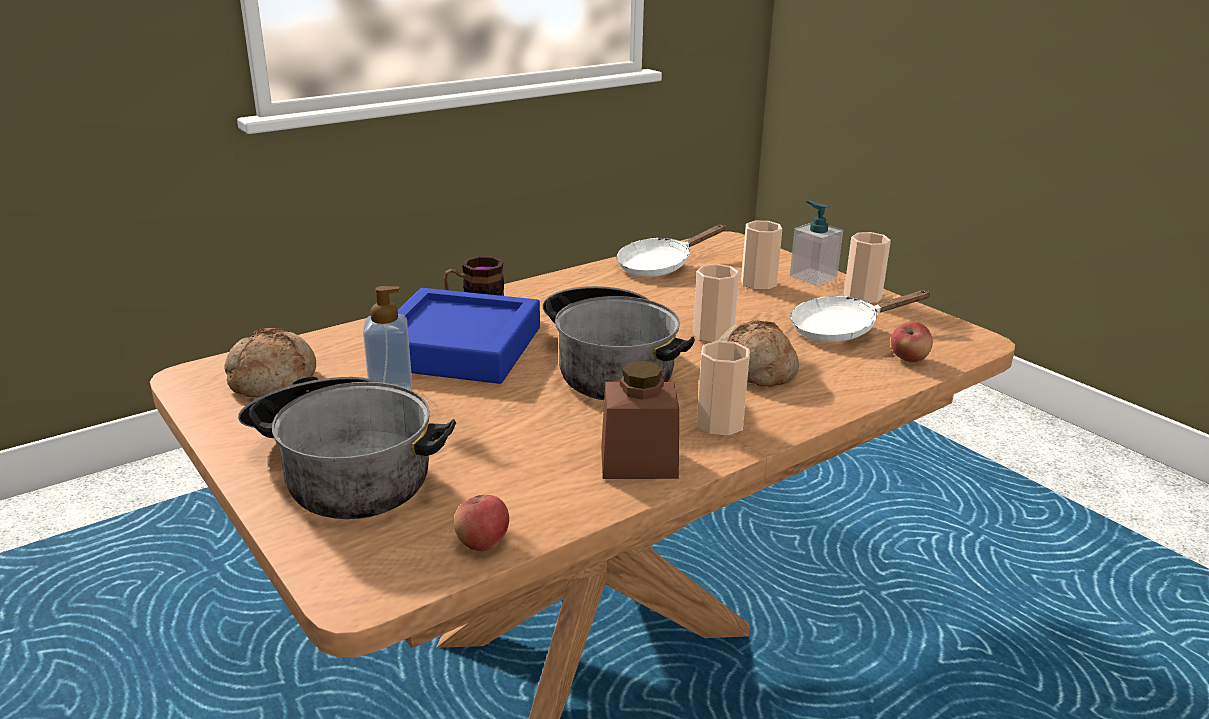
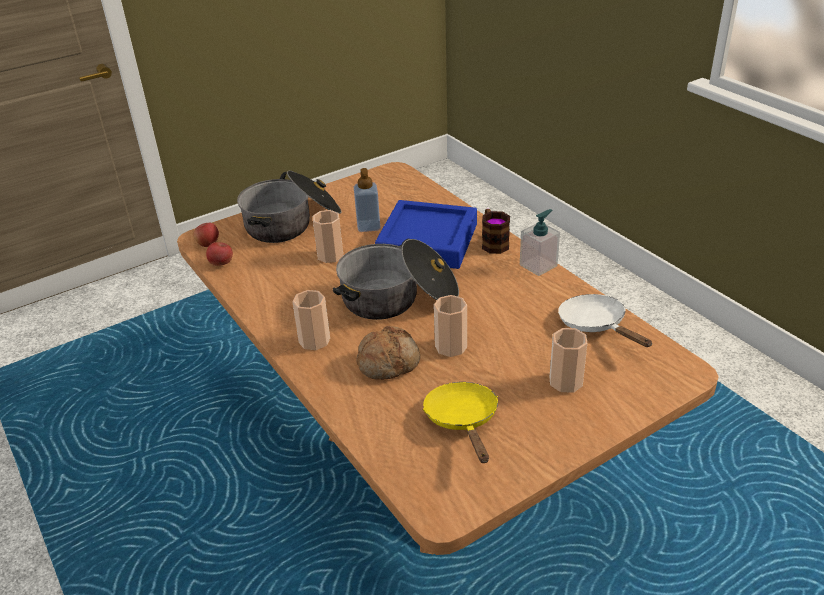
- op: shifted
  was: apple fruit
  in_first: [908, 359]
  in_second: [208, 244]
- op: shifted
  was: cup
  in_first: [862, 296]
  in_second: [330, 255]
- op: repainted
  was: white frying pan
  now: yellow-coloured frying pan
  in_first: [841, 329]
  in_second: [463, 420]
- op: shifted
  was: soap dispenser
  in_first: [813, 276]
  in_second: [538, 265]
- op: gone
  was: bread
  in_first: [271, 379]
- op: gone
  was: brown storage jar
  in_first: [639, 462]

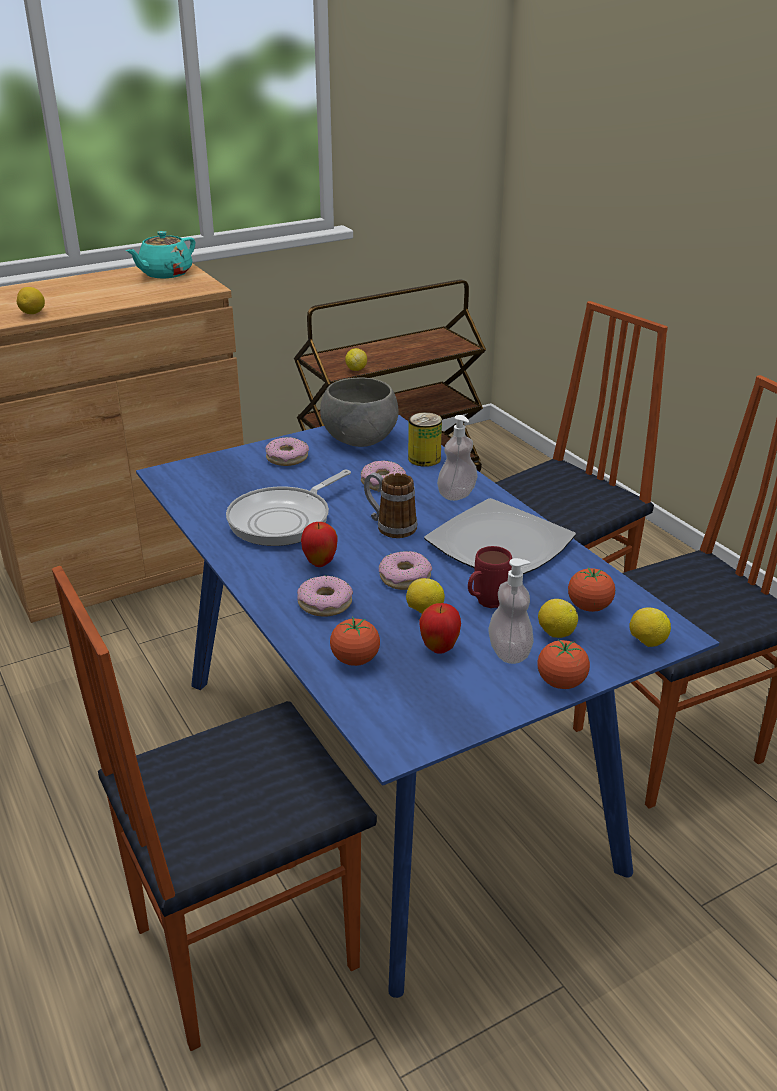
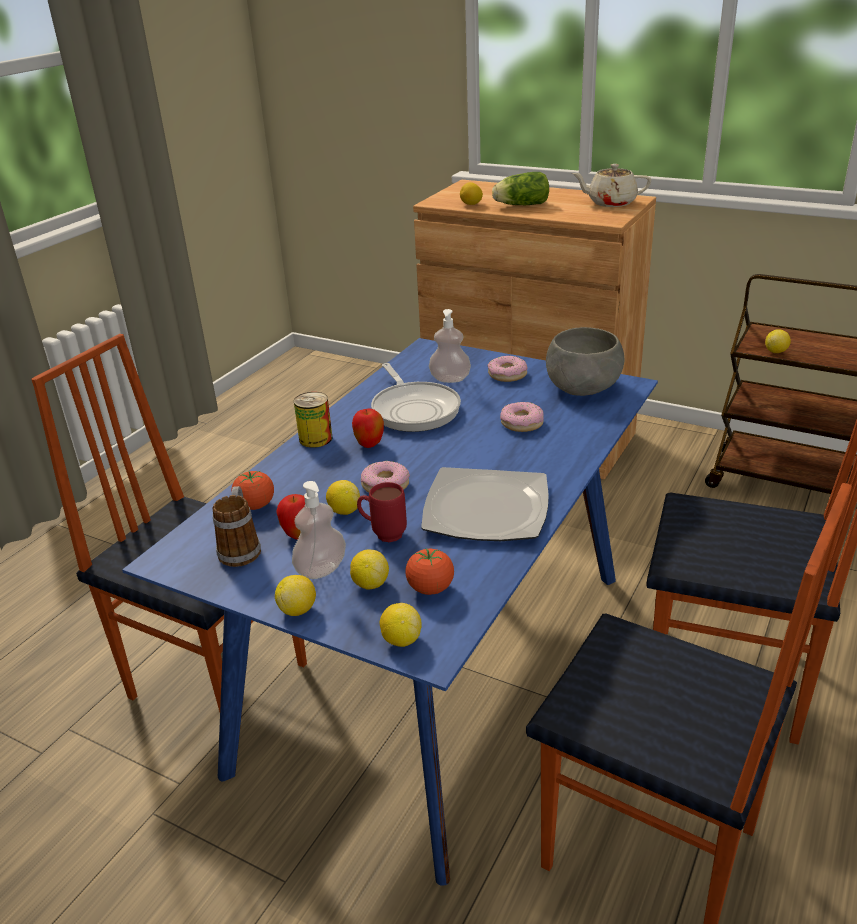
- op: shifted
  was: tea mug
  in_first: [390, 526]
  in_second: [241, 548]
- op: swapped
  was: tomato
  now: whole lemon
  in_first: [561, 683]
  in_second: [298, 610]
- op: shifted
  was: can
  in_first: [424, 459]
  in_second: [315, 439]
- op: rotated
  was: frying pan
  in_first: [284, 520]
  in_second: [414, 409]
  clockwise: -120
- op: shifted
  was: soap dispenser
  in_first: [456, 494]
  in_second: [450, 379]
- op: new
  now: lettuce head
  in_second: [520, 205]
- op: repainted
  was: blue-green tea pot
  now: sand-coloured tea pot
  in_first: [165, 274]
  in_second: [610, 203]
- op: gone
  was: doughnut
  in_first: [325, 603]

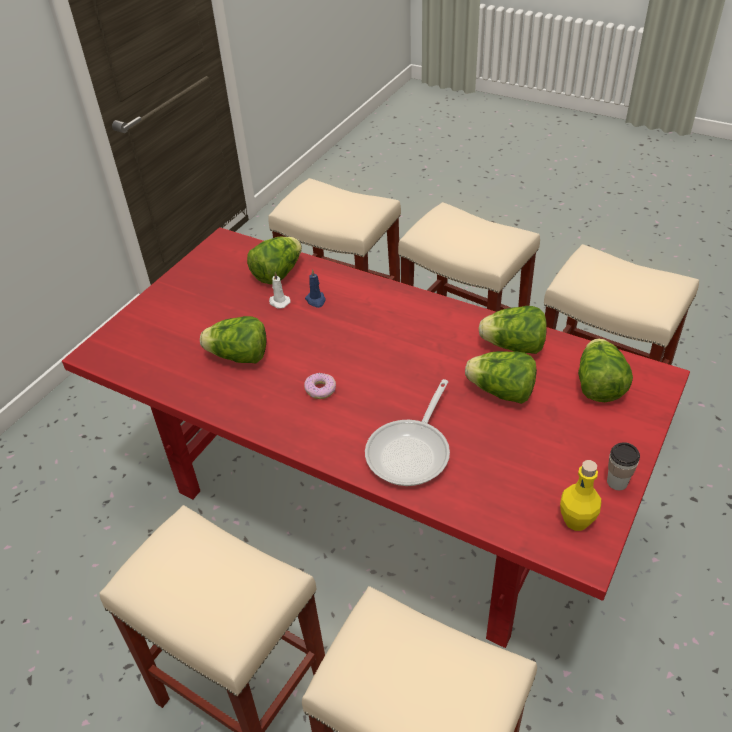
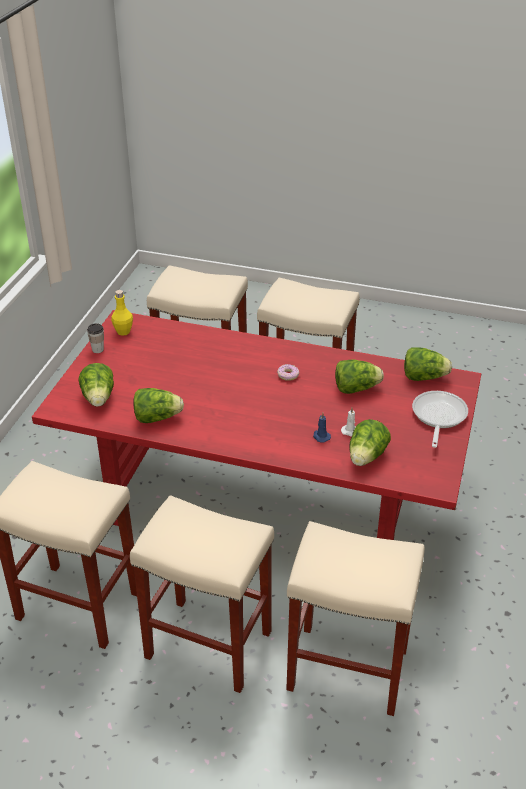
- op: shifted
  was: lettuce head
  in_first: [501, 392]
  in_second: [424, 377]
- op: shifted
  was: frying pan
  in_first: [412, 451]
  in_second: [438, 417]

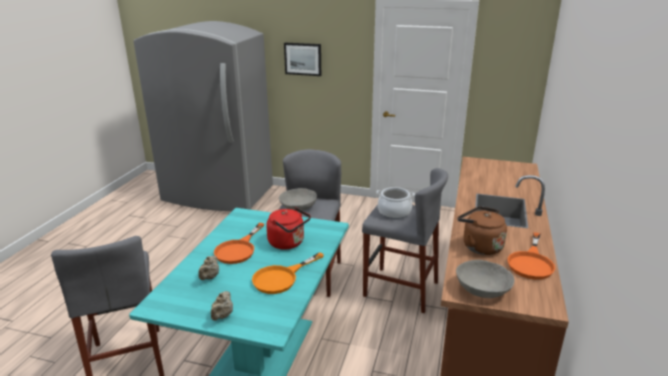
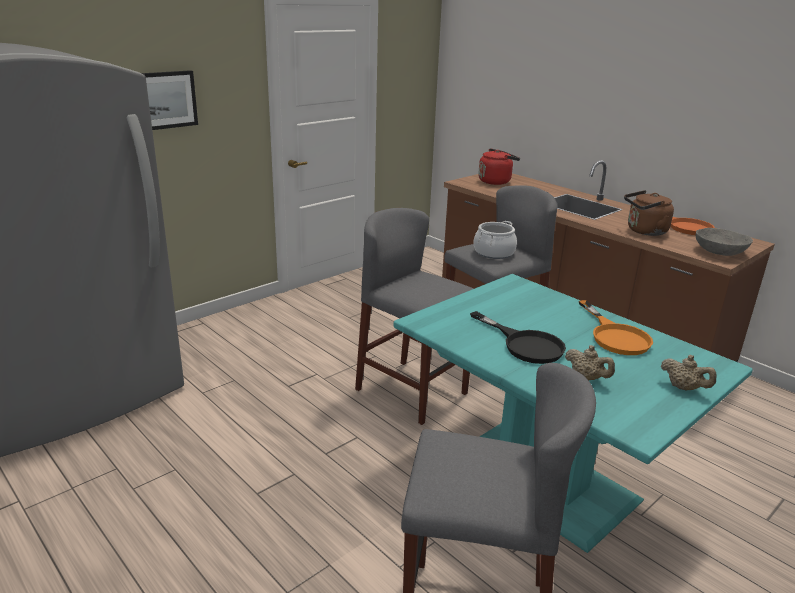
- op: repainted
  was: orange-coloured frying pan
  now: black frying pan
  in_first: [238, 249]
  in_second: [525, 344]
- op: shifted
  was: red-coloured kettle
  in_first: [288, 243]
  in_second: [496, 181]
- op: gone
  was: grey serving bowl
  in_first: [298, 207]

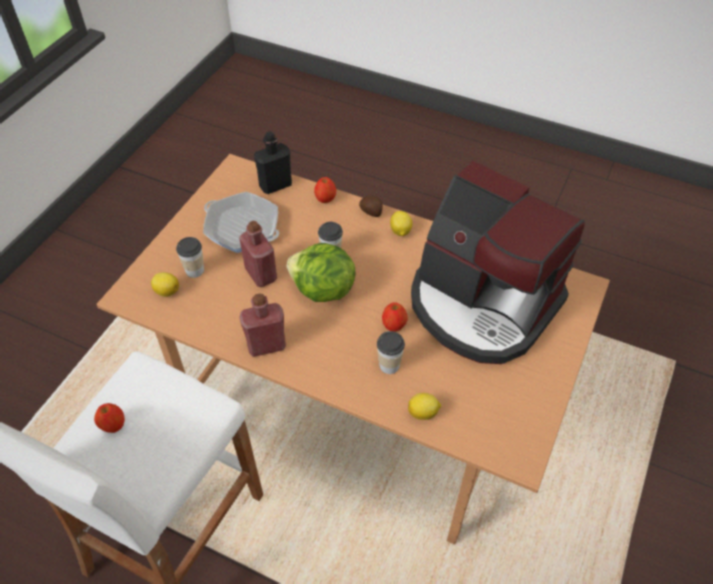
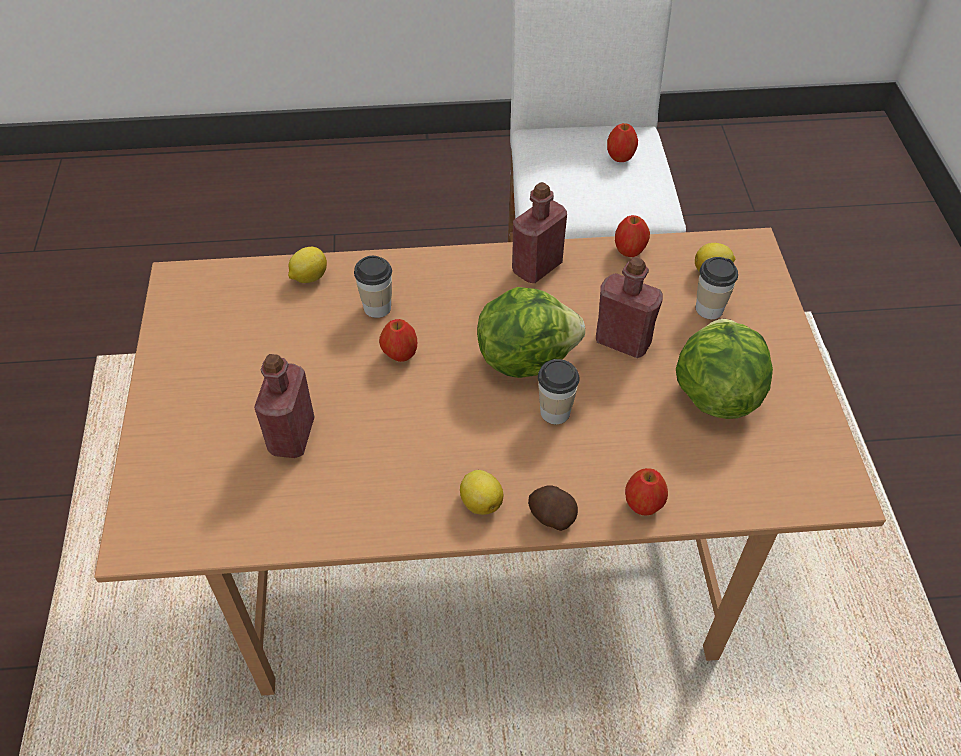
- op: swapped
  was: coffee machine
  now: red-coloured drink bottle
  in_first: [482, 305]
  in_second: [292, 436]
- op: new
  now: apple fruit
  in_second: [629, 250]
- op: swapped
  was: frying pan
  now: lettuce head
  in_first: [242, 228]
  in_second: [715, 394]
- op: gone
  was: black drink bottle
  in_first: [275, 185]

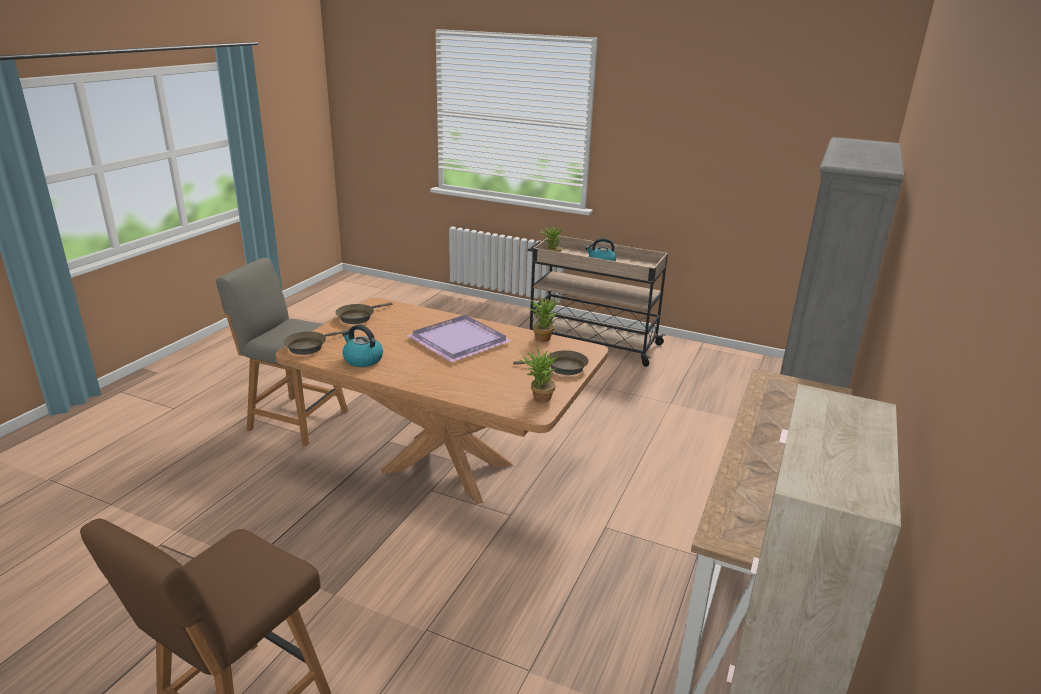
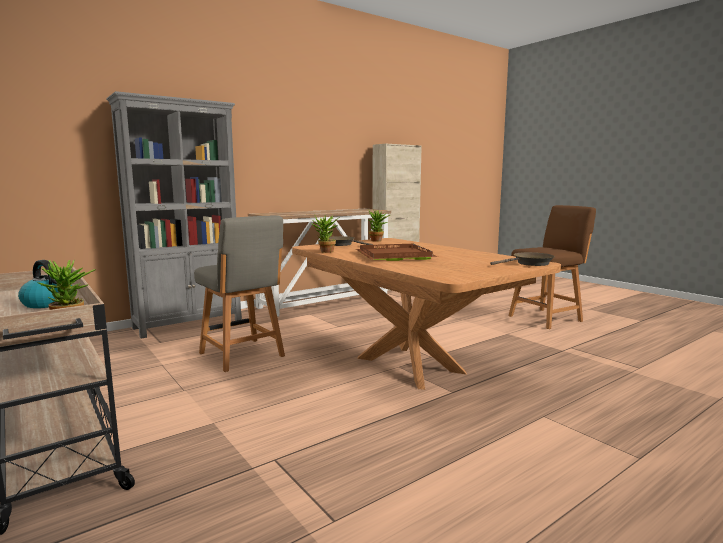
- op: shifted
  was: grey upright chair
  in_first: [295, 419]
  in_second: [243, 355]
- op: repainted
  was: purple carrying tray
  now: brown carrying tray
  in_first: [461, 341]
  in_second: [392, 255]
- op: gone
  was: brown frying pan
  in_first: [358, 317]
- op: gone
  was: kettle
  in_first: [362, 359]

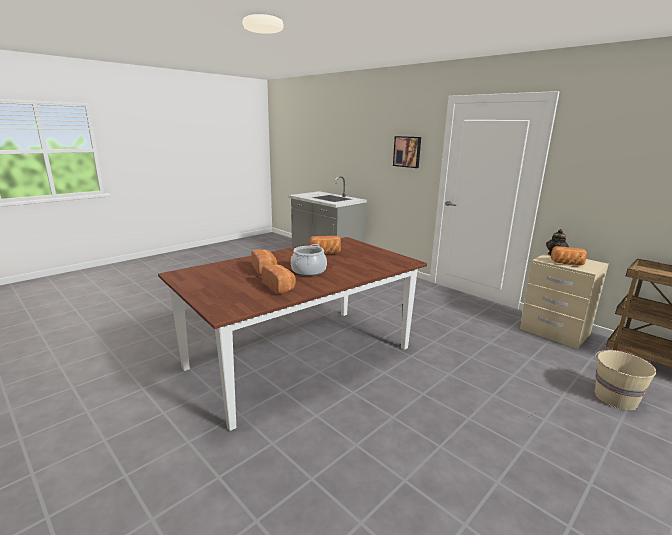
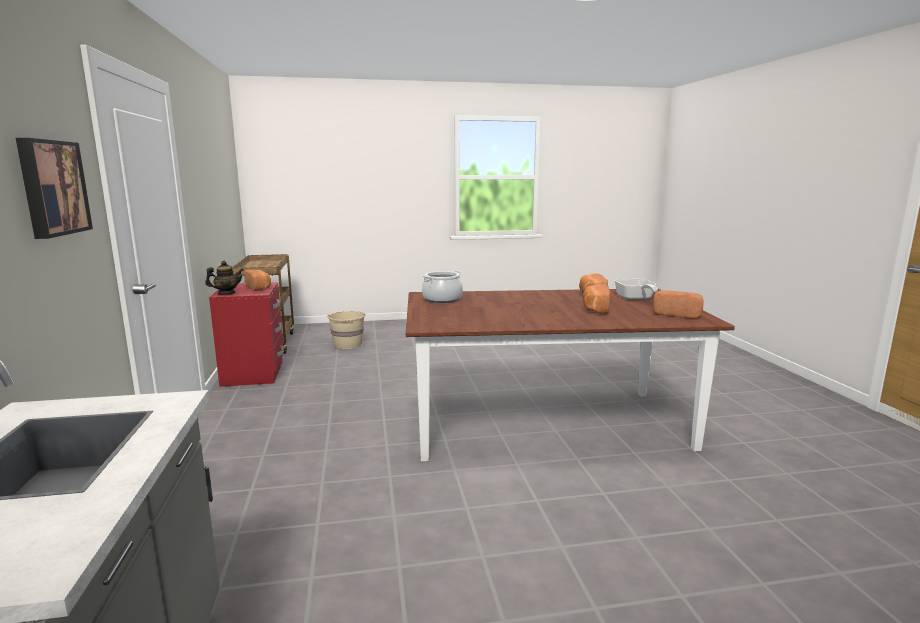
- op: repainted
  was: sand-coloured nightstand
  now: red-coloured nightstand
  in_first: [554, 332]
  in_second: [254, 373]
- op: shifted
  was: cooking pot
  in_first: [308, 271]
  in_second: [442, 299]
- op: new
  now: frying pan
  in_second: [635, 299]
- op: shifted
  was: bread
  in_first: [325, 253]
  in_second: [677, 314]

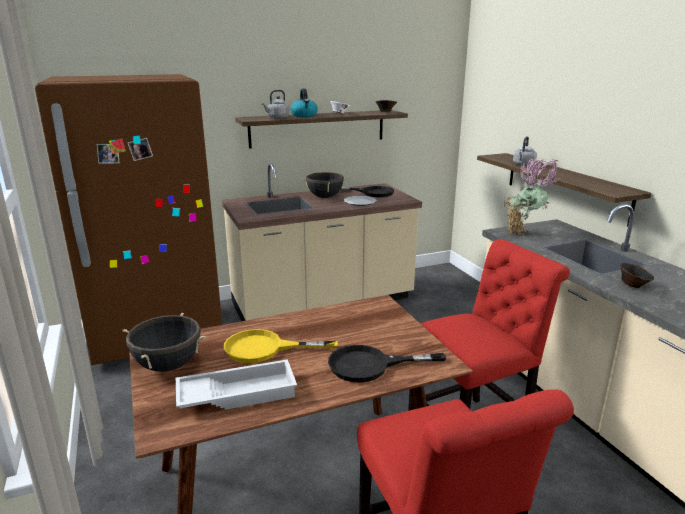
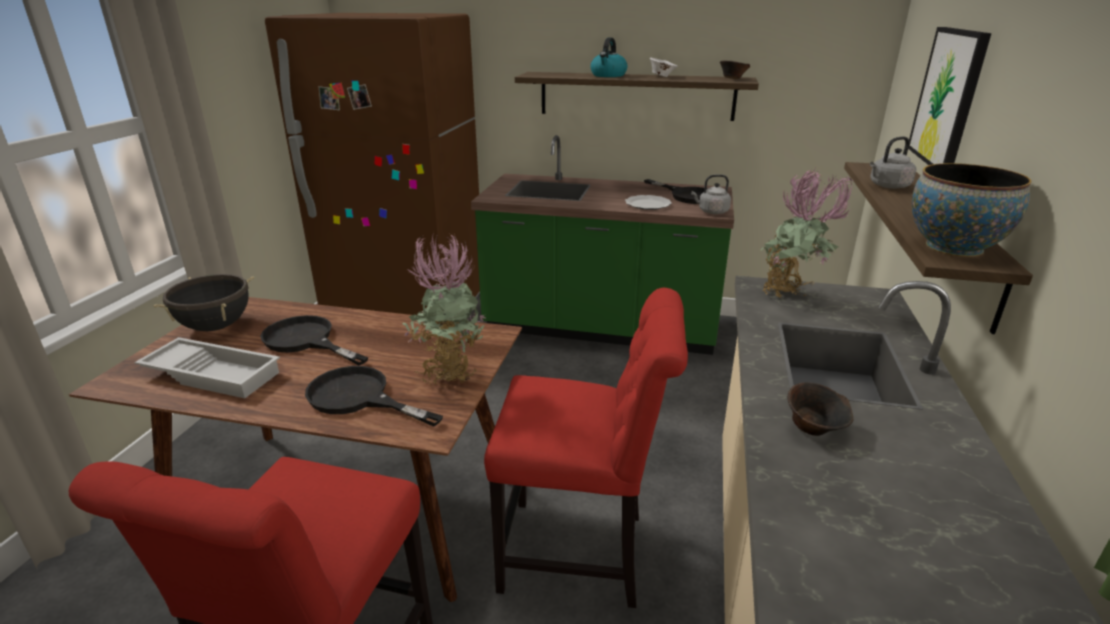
- op: repainted
  was: yellow-coloured frying pan
  now: black frying pan
  in_first: [264, 349]
  in_second: [306, 341]
- op: new
  now: potted plant
  in_second: [449, 372]
- op: repainted
  was: sand-coloured counter
  now: greenish counter
  in_first: [322, 302]
  in_second: [601, 327]
- op: shifted
  was: grey kettle
  in_first: [277, 117]
  in_second: [711, 212]
- op: new
  now: wall art
  in_second: [948, 98]
- op: new
  now: serving bowl
  in_second: [953, 247]
- op: gone
  was: black cooking pot
  in_first: [325, 197]

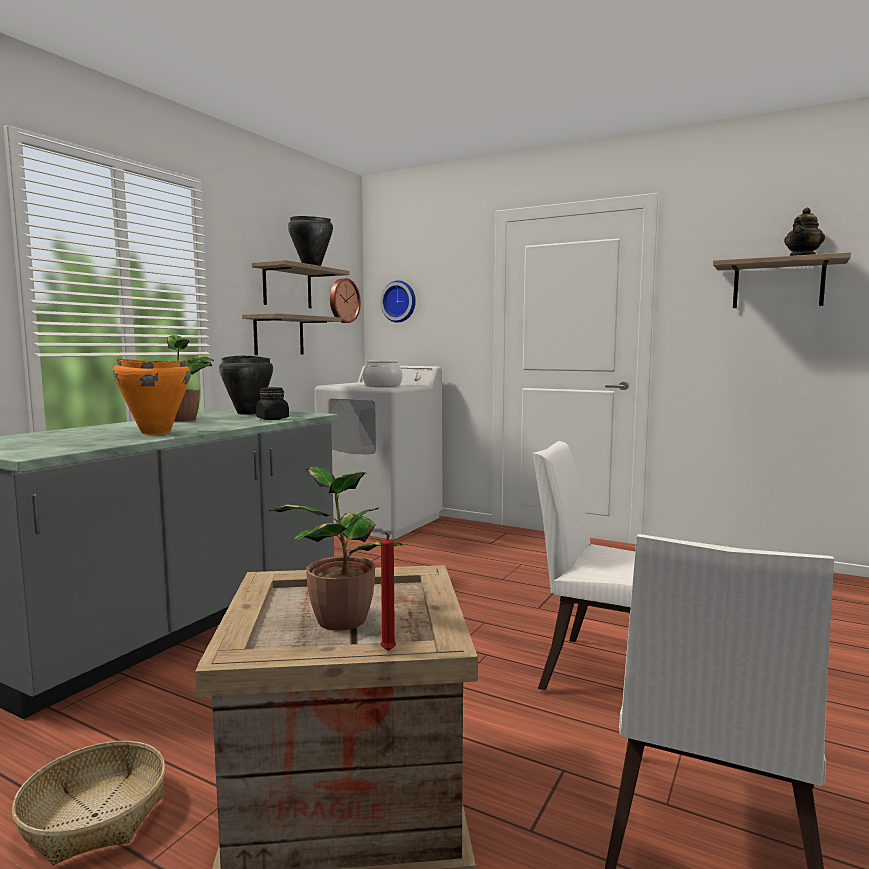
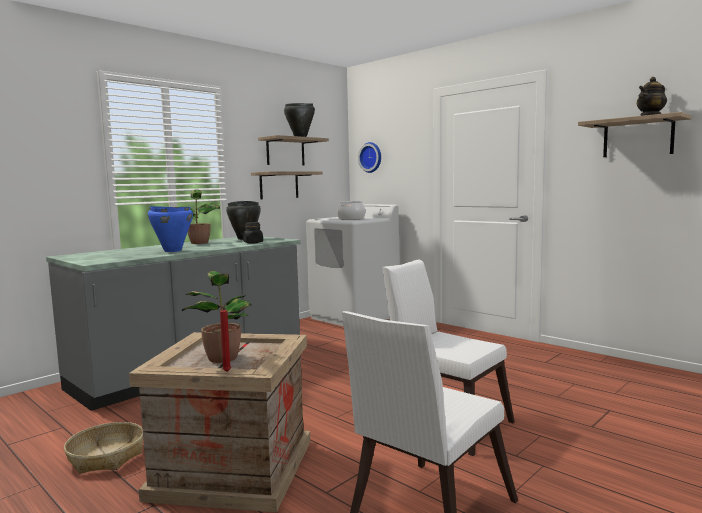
- op: repainted
  was: orange-coloured cooking pot
  now: bluish cooking pot
  in_first: [155, 432]
  in_second: [172, 251]
- op: gone
  was: hanging clock
  in_first: [343, 300]

